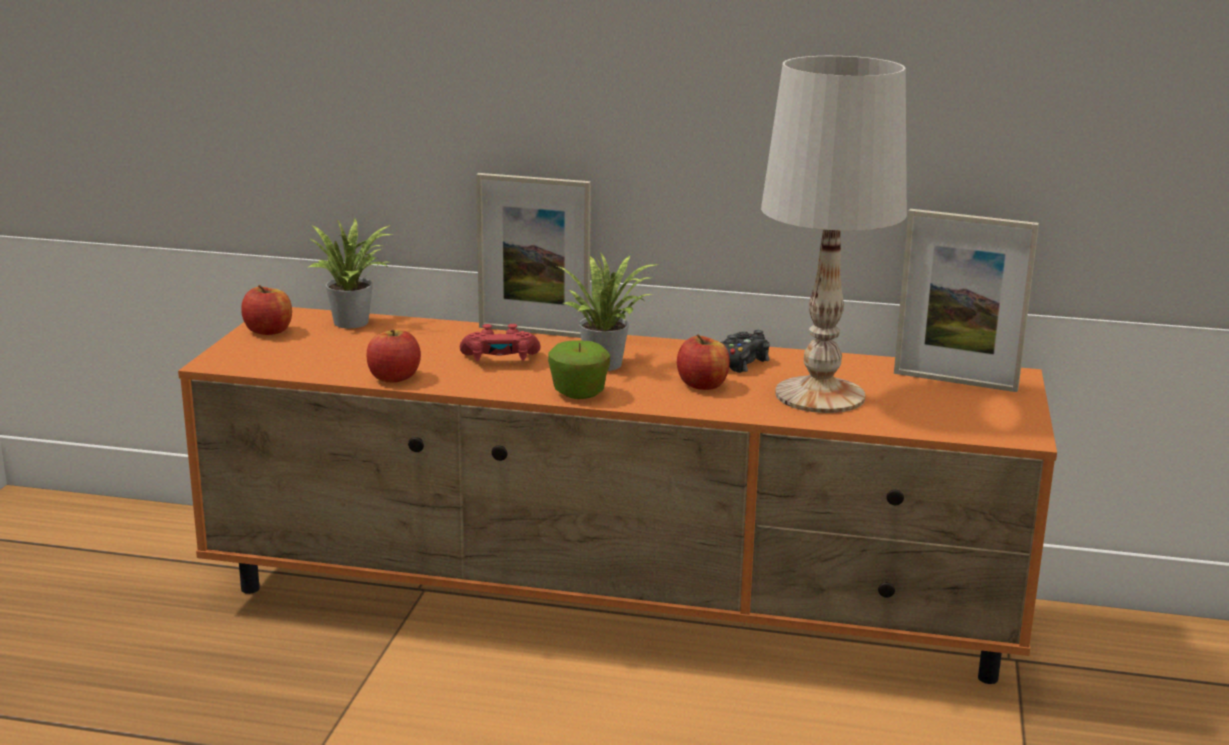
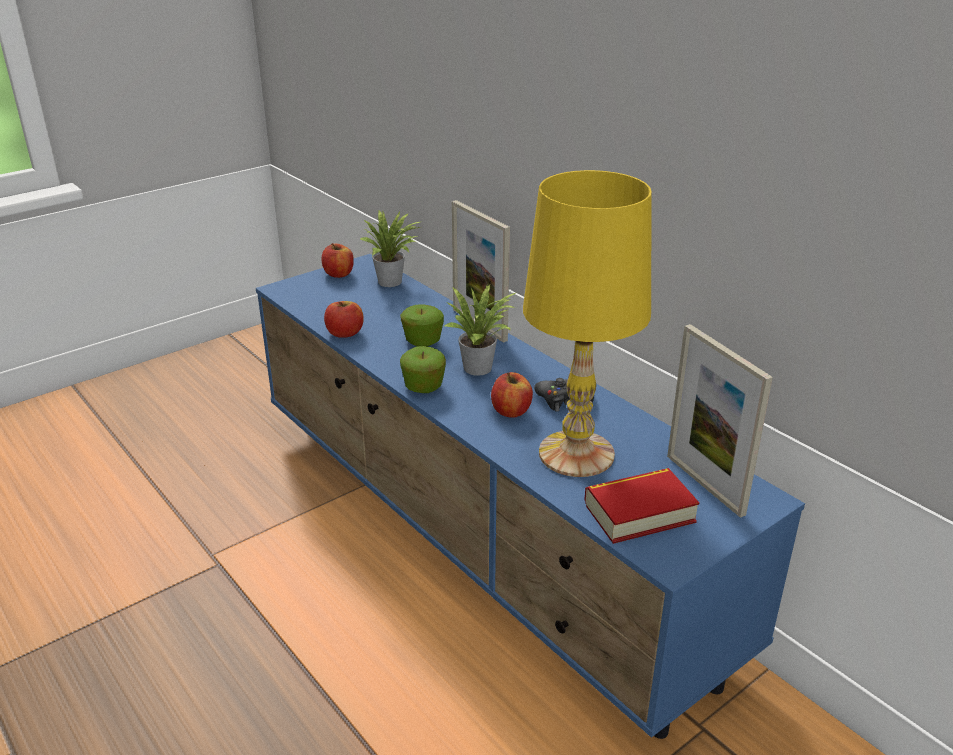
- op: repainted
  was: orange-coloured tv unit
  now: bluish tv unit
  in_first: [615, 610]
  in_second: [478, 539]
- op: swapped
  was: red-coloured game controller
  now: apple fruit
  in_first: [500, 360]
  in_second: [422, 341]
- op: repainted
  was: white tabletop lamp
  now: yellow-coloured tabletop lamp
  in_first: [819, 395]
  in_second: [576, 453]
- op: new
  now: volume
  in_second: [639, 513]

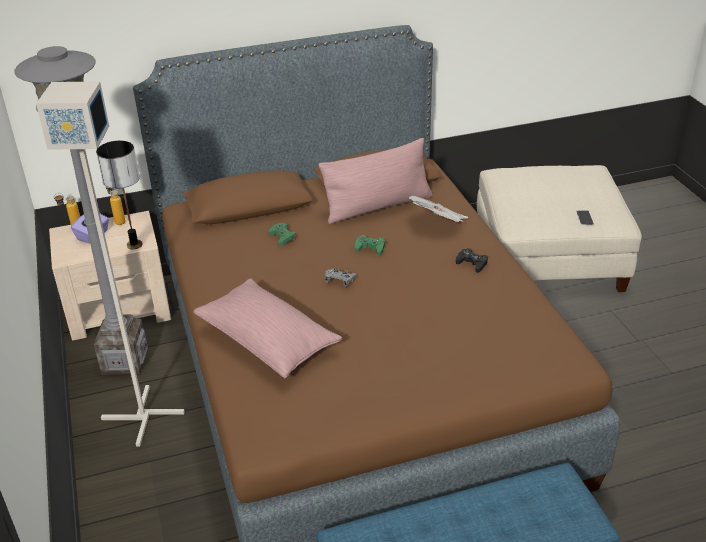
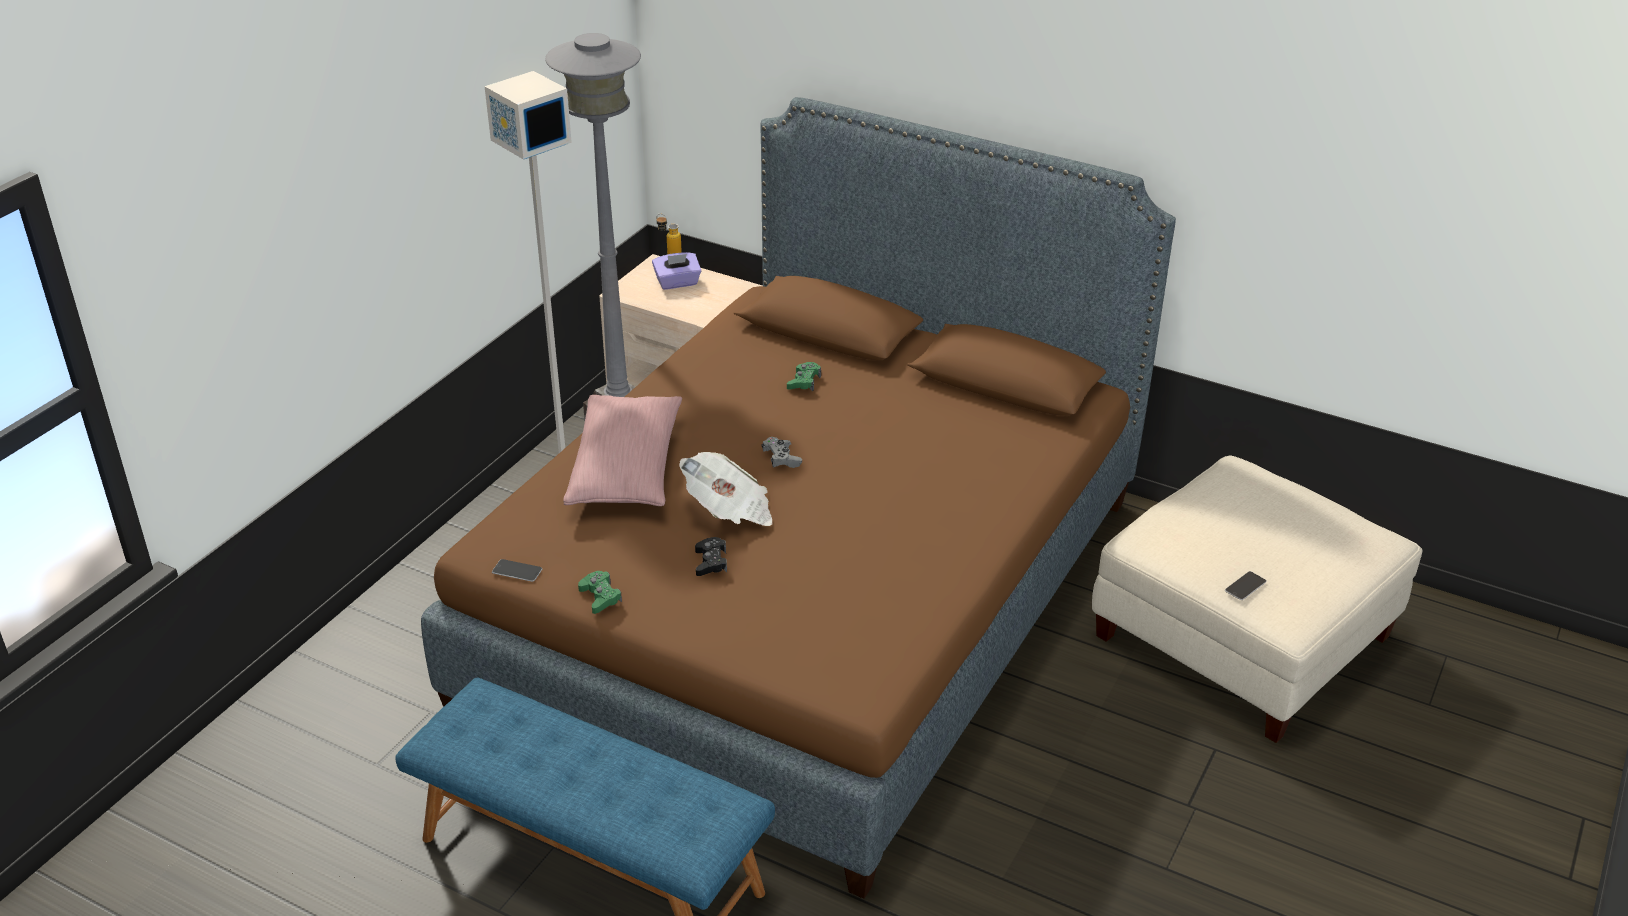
- op: new
  now: phone
  in_second: [517, 570]
- op: shifted
  was: greenish game controller
  in_first: [370, 248]
  in_second: [600, 597]
- op: shifted
  was: printed paper
  in_first: [439, 223]
  in_second: [729, 511]
- op: shifted
  was: black game controller
  in_first: [472, 263]
  in_second: [711, 562]
- op: gone
  was: tabletop lamp
  in_first: [135, 244]
- op: gone
  was: drink bottle
  in_first: [118, 220]
- op: gone
  was: pinkish cushion
  in_first: [378, 206]

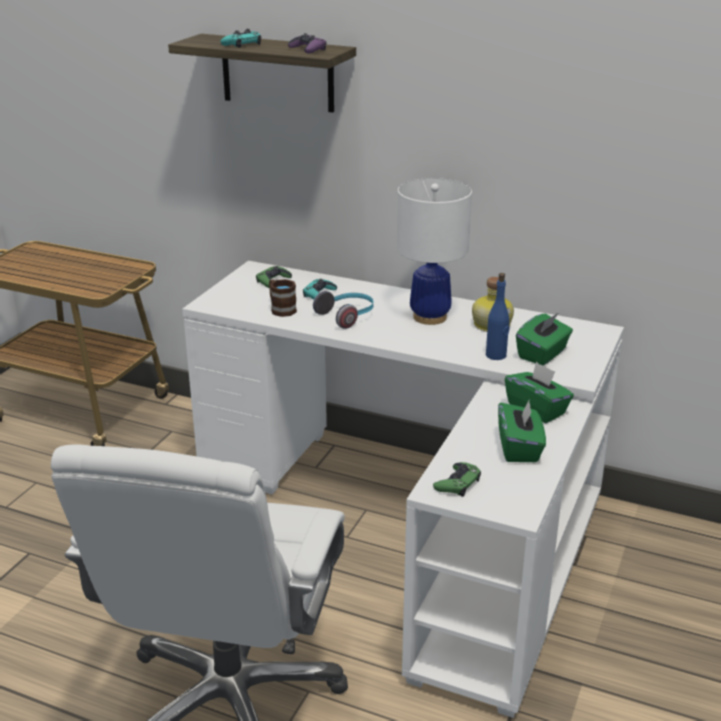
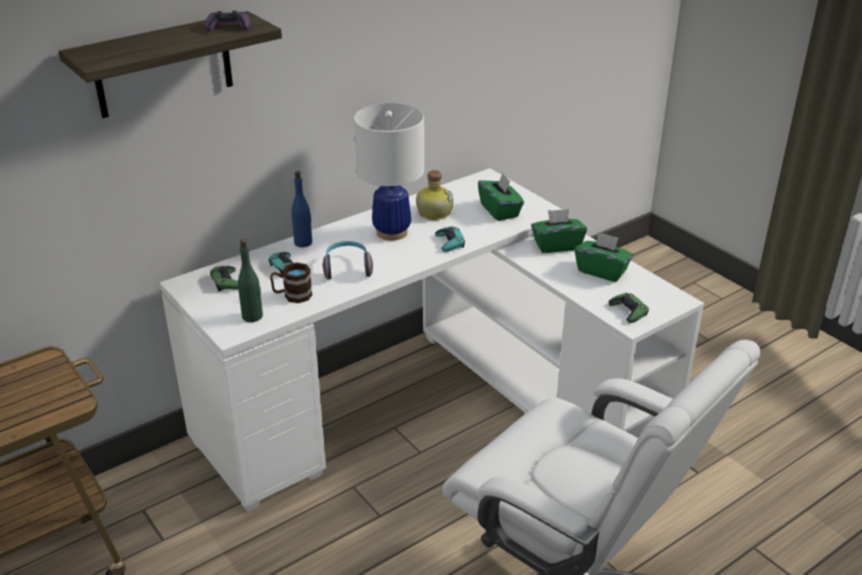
- op: new
  now: greenish drink bottle
  in_second: [252, 316]
- op: shifted
  was: bluish drink bottle
  in_first: [496, 355]
  in_second: [303, 242]
- op: shifted
  was: blue-green game controller
  in_first: [242, 44]
  in_second: [450, 242]

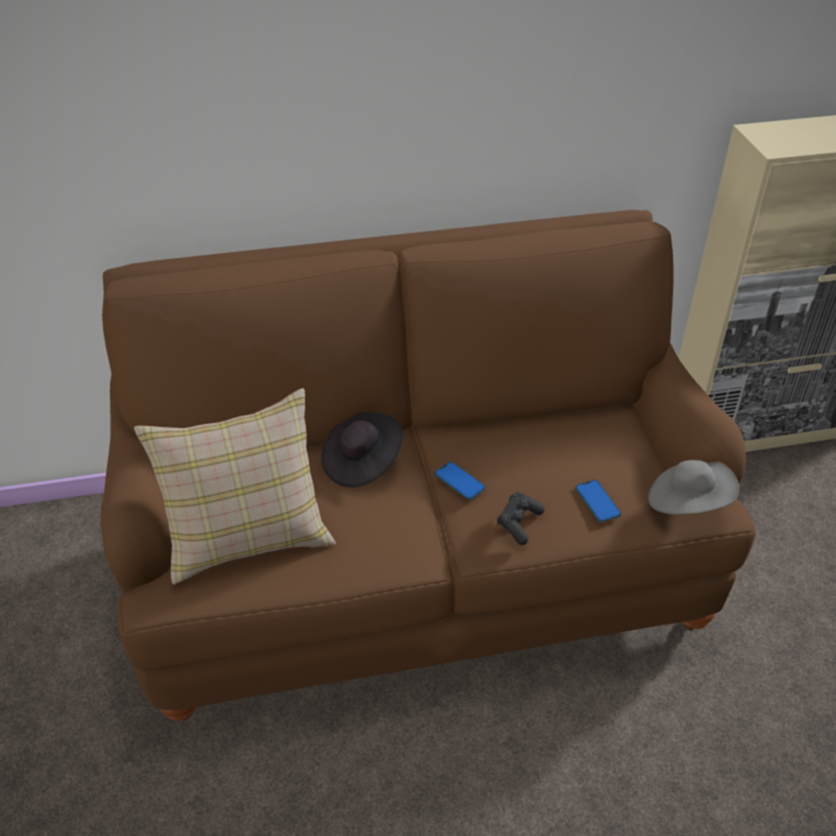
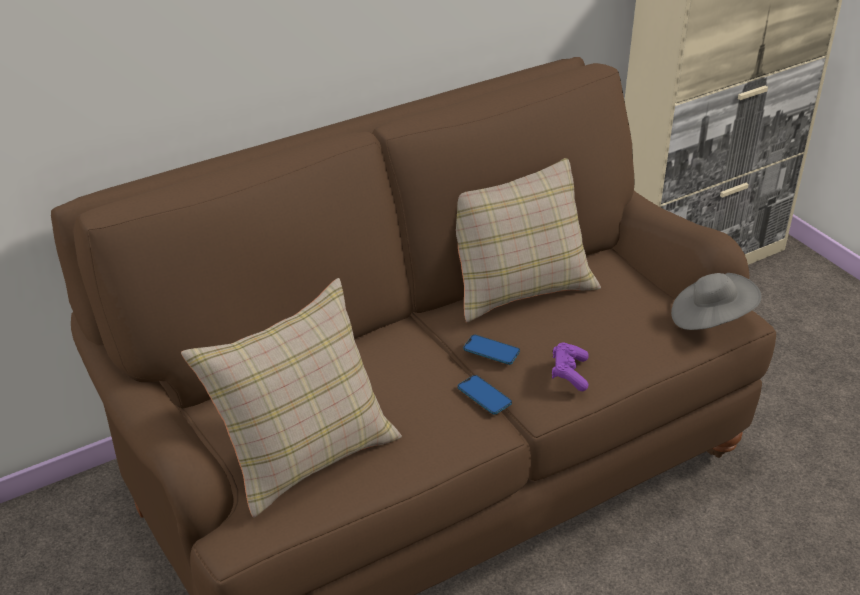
- op: new
  now: sand-coloured cushion
  in_second: [516, 284]
- op: shifted
  was: phone
  in_first: [597, 501]
  in_second: [484, 396]
- op: repainted
  was: black game controller
  now: purple game controller
  in_first: [518, 523]
  in_second: [569, 373]
- op: gone
  was: black wearable hat
  in_first: [362, 463]

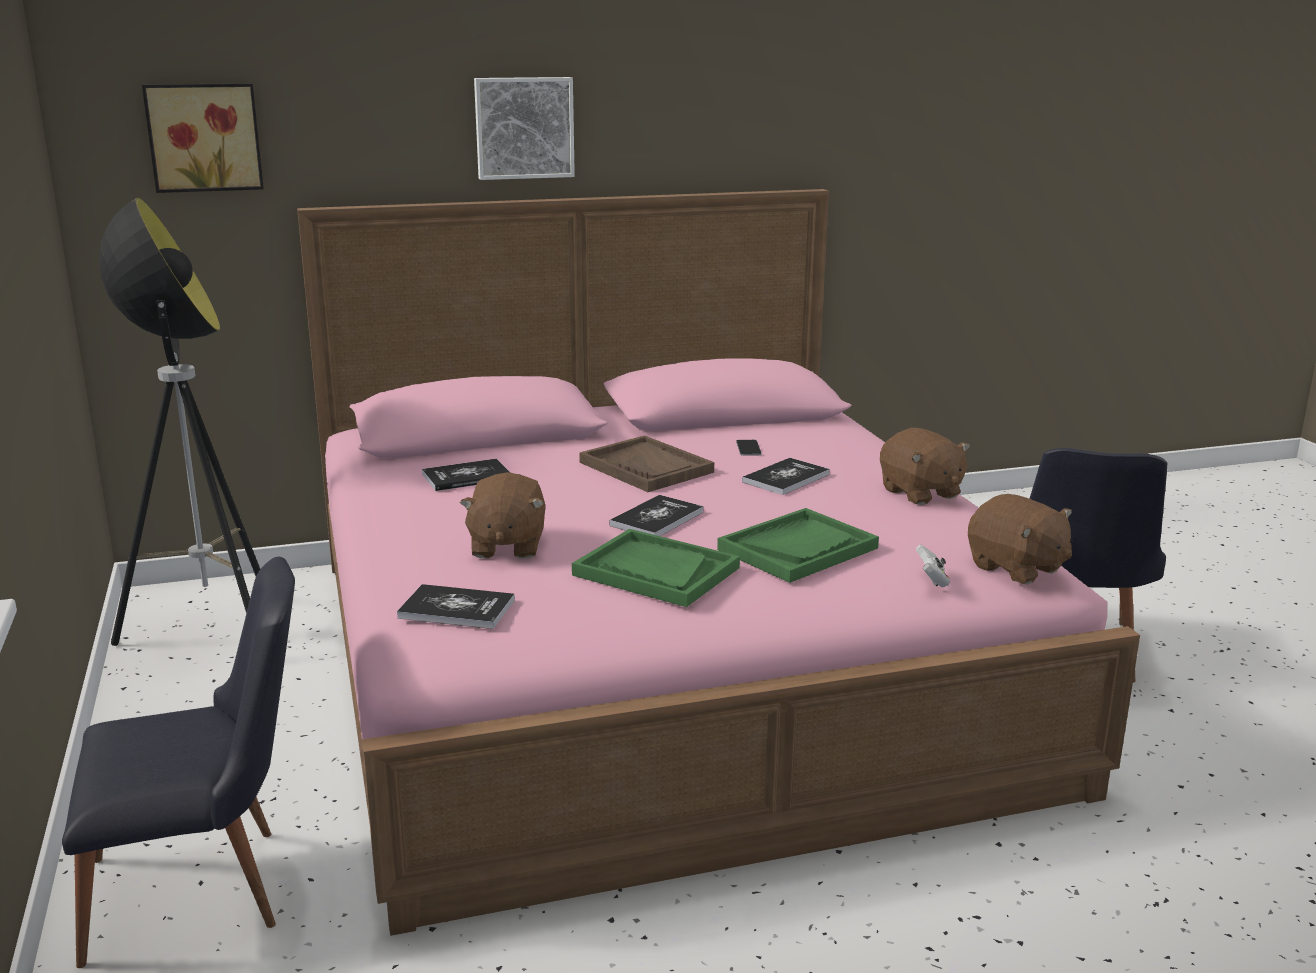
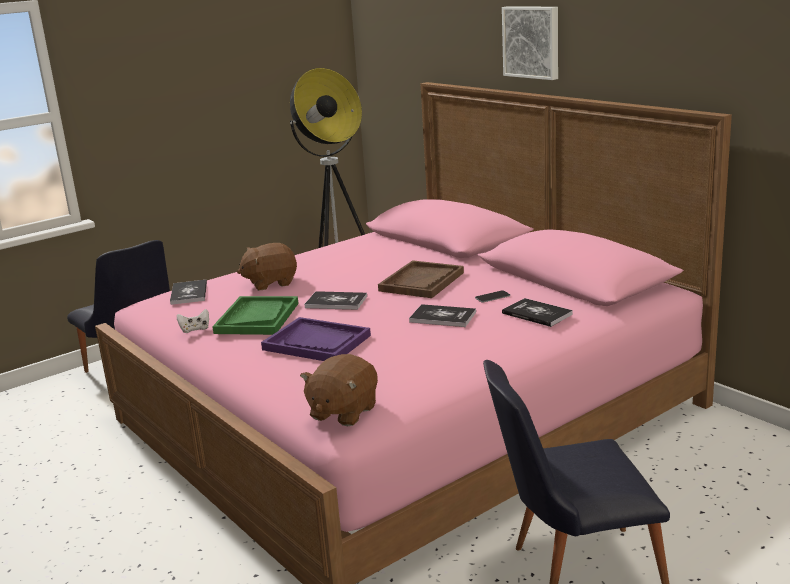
- op: shifted
  was: white game controller
  in_first: [932, 580]
  in_second: [195, 329]
- op: repainted
  was: greenish carrying tray
  now: purple carrying tray
  in_first: [797, 548]
  in_second: [317, 342]
- op: shifted
  was: volume
  in_first: [467, 477]
  in_second: [537, 314]
- op: gone
  was: wall art
  in_first: [204, 137]
- op: gone
  was: brown soft toy
  in_first: [920, 493]

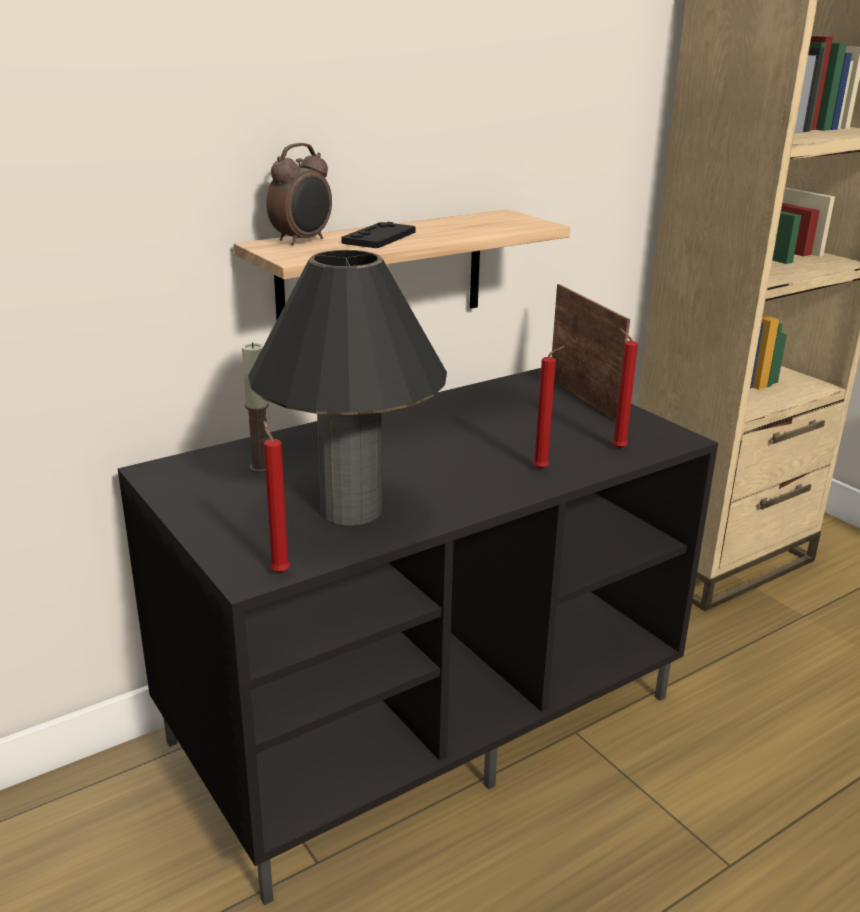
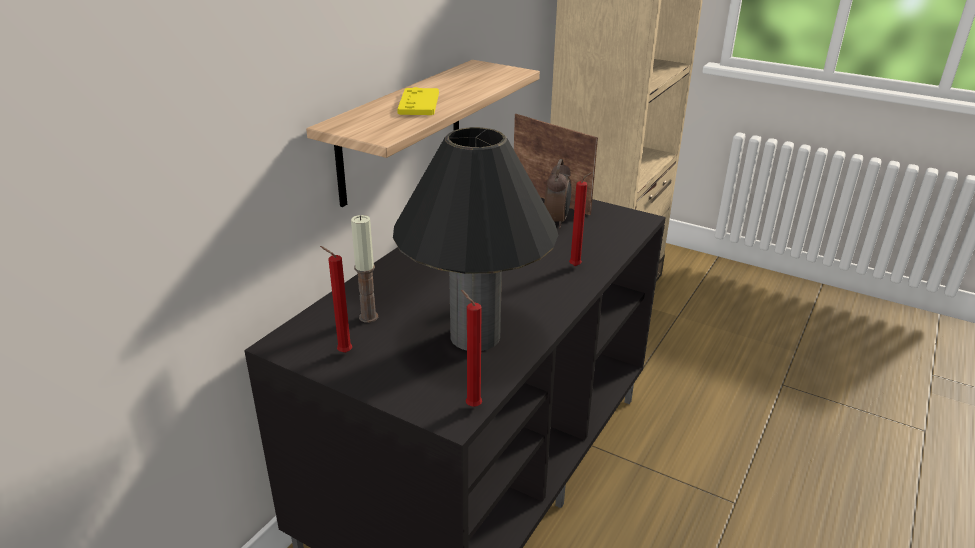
- op: shifted
  was: red-coloured wax light
  in_first: [616, 448]
  in_second: [342, 352]
- op: repainted
  was: black game controller
  now: yellow-coloured game controller
  in_first: [379, 237]
  in_second: [419, 103]
- op: shifted
  was: bedside clock
  in_first: [303, 241]
  in_second: [557, 221]

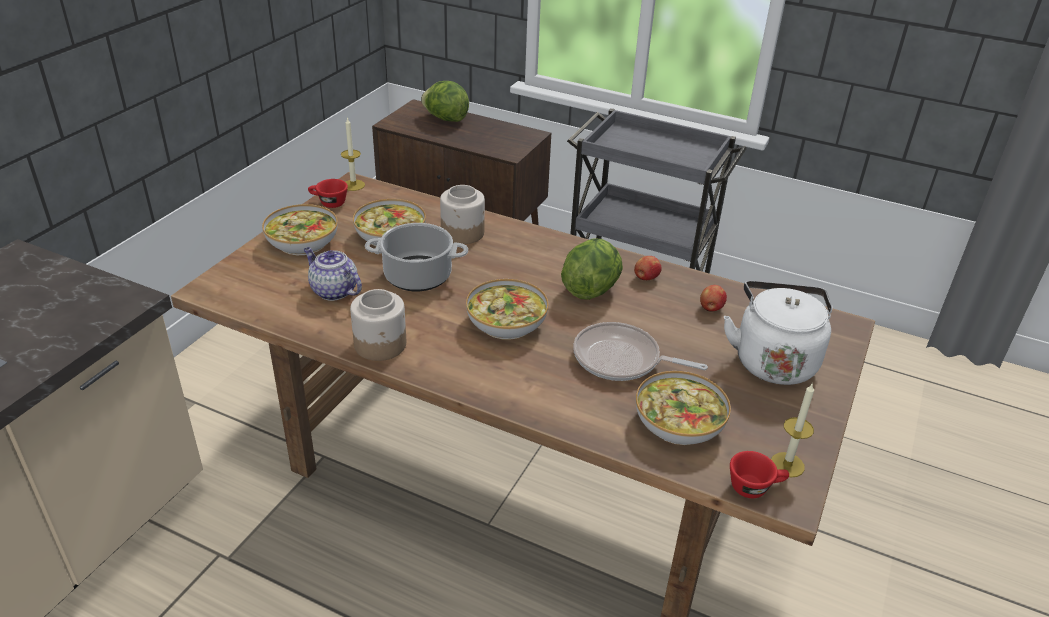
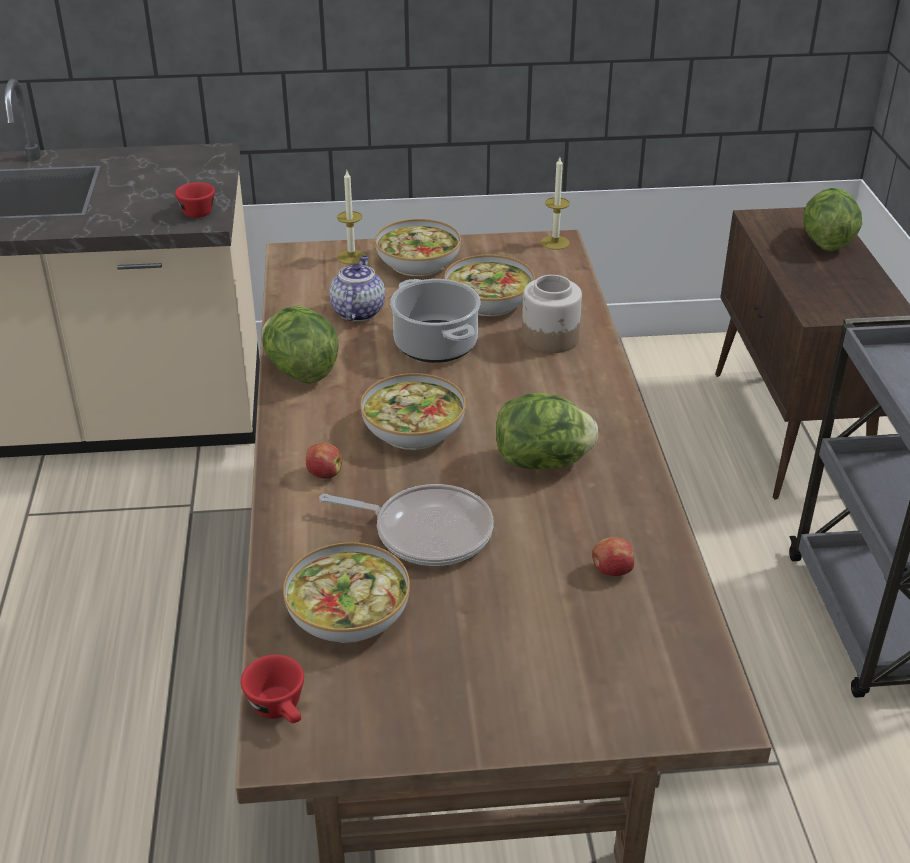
- op: shifted
  was: red-coloured cup
  in_first: [328, 203]
  in_second: [196, 210]
- op: swapped
  was: storage jar
  now: lettuce head
  in_first: [381, 345]
  in_second: [300, 371]
- op: shifted
  was: apple fruit
  in_first: [645, 278]
  in_second: [323, 474]
- op: rotated
  was: frying pan
  in_first: [621, 360]
  in_second: [426, 531]
  clockwise: 120
- op: shifted
  was: wax light
  in_first: [787, 464]
  in_second: [351, 257]
- op: gone
  was: white kettle
  in_first: [773, 360]

